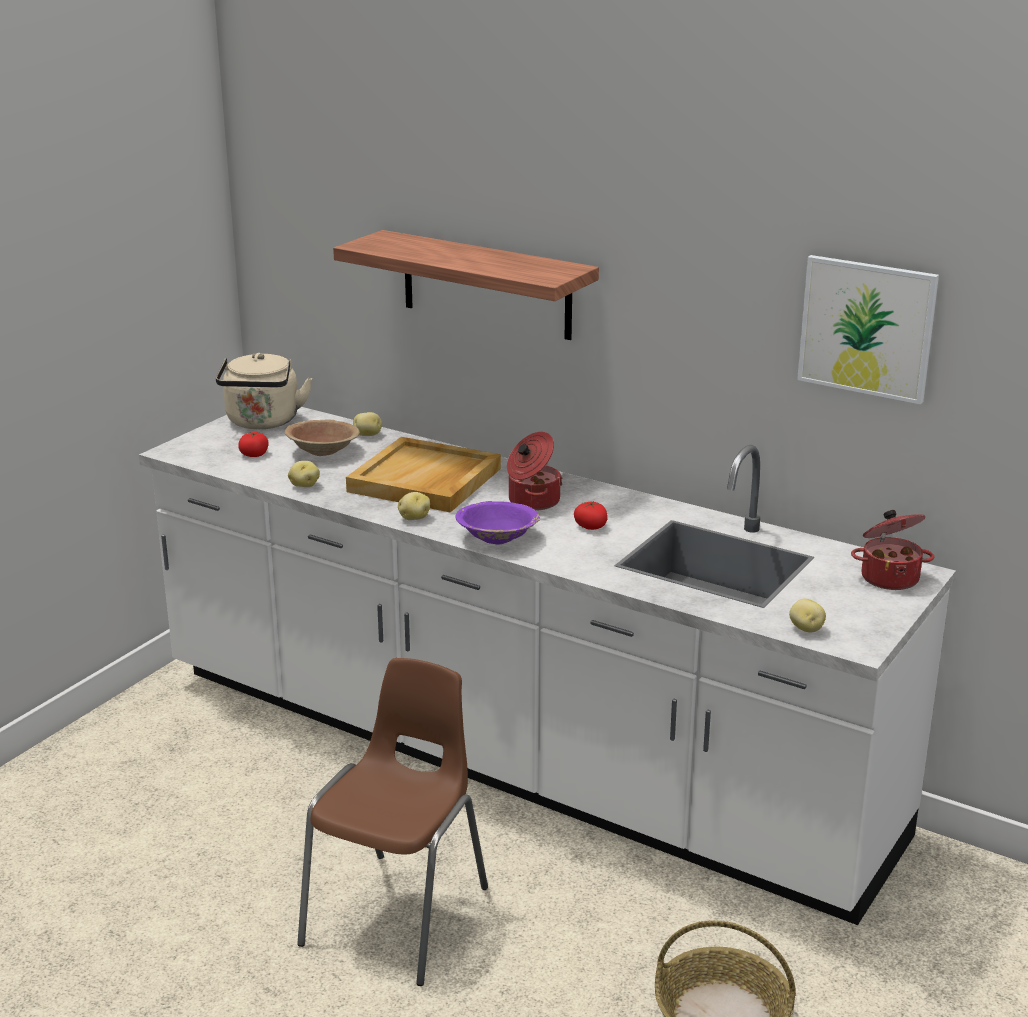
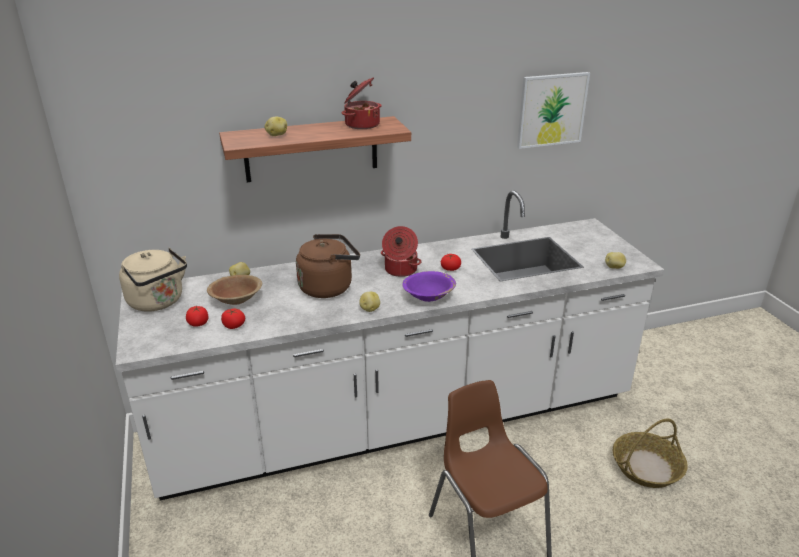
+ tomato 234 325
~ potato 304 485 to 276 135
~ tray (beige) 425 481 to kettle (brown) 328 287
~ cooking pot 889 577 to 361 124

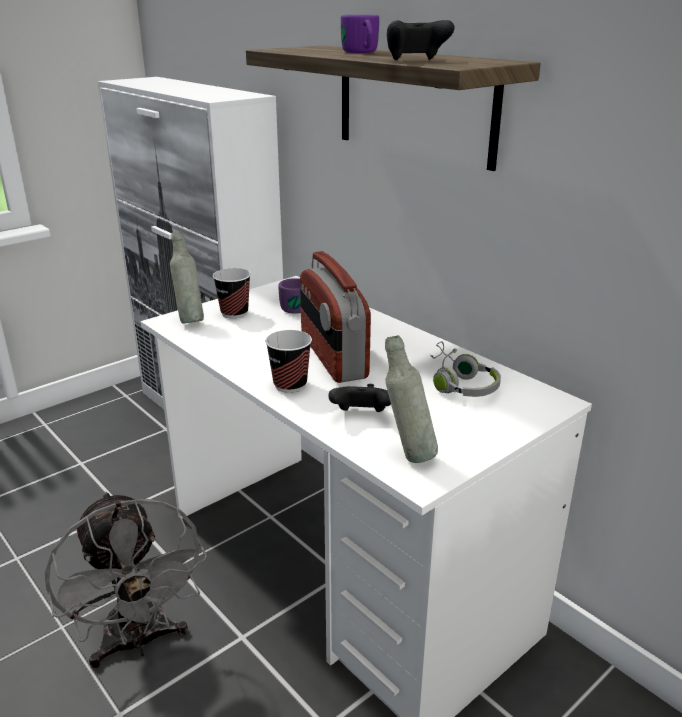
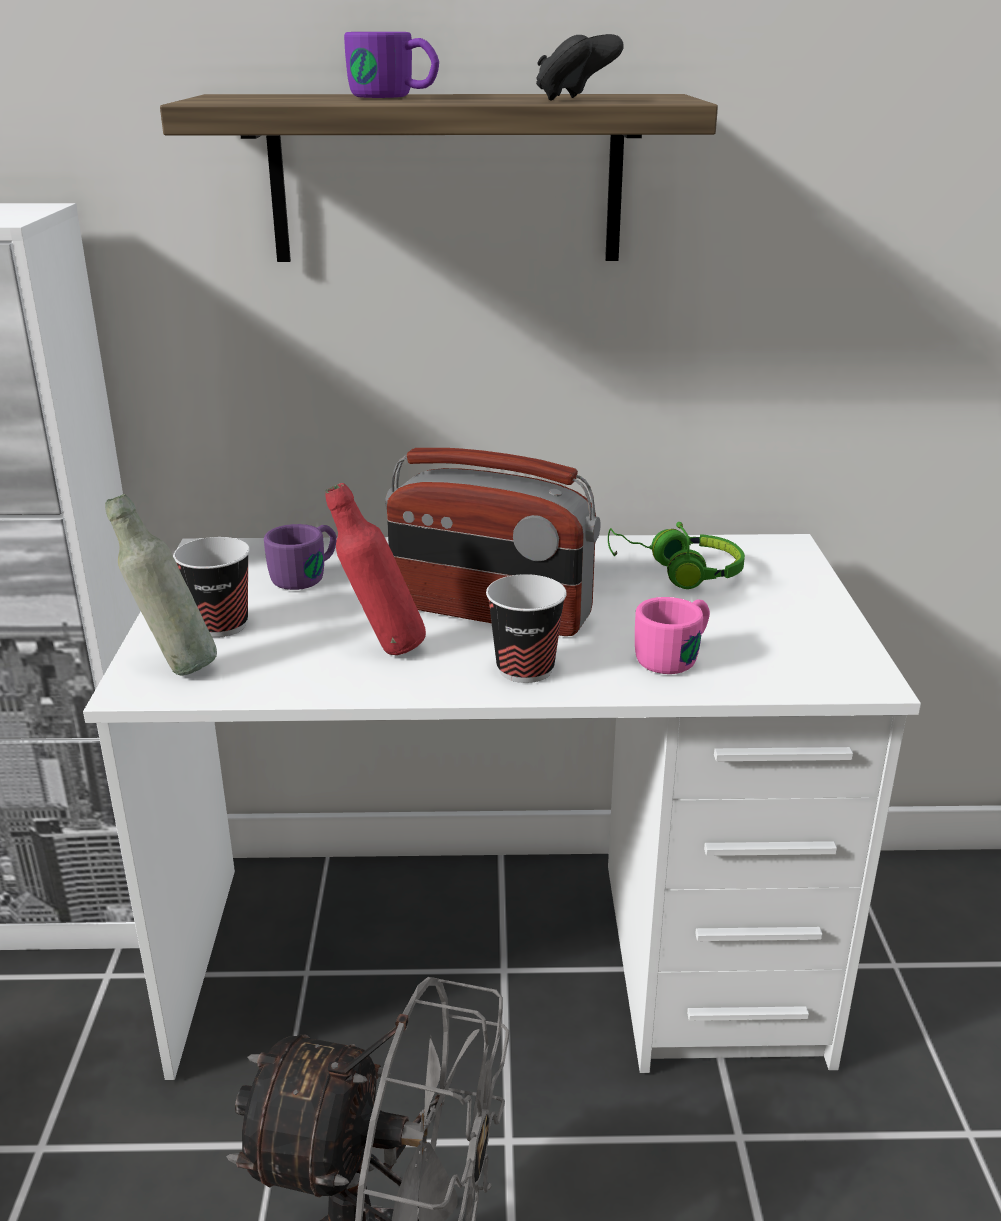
+ bottle (red) 381 650
~ headphones (grey) 459 383 to headphones (green) 677 572
~ game controller (black) 361 415 to mug (pink) 676 656
- bottle (grey) 408 454

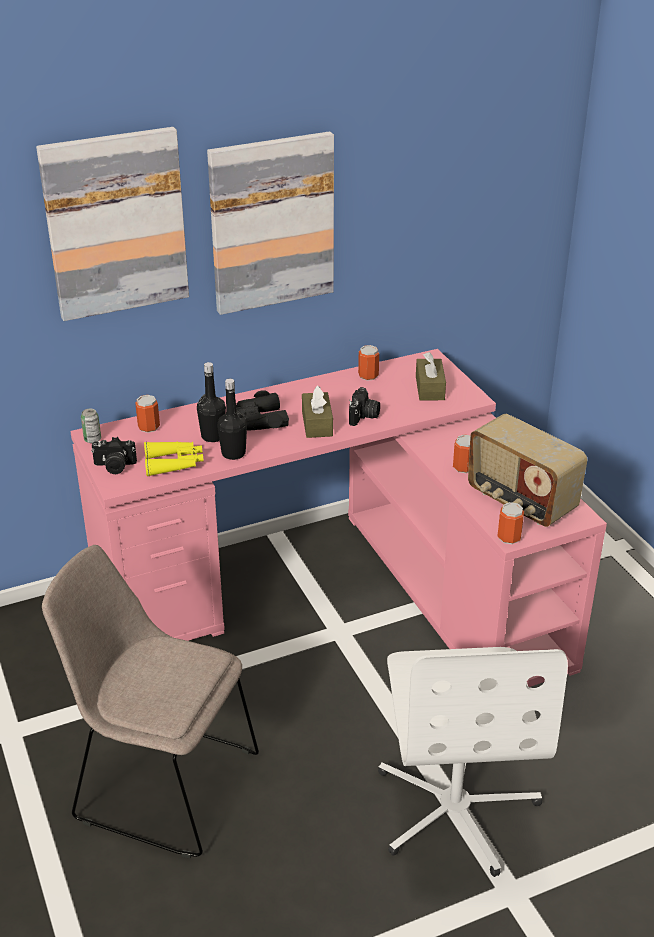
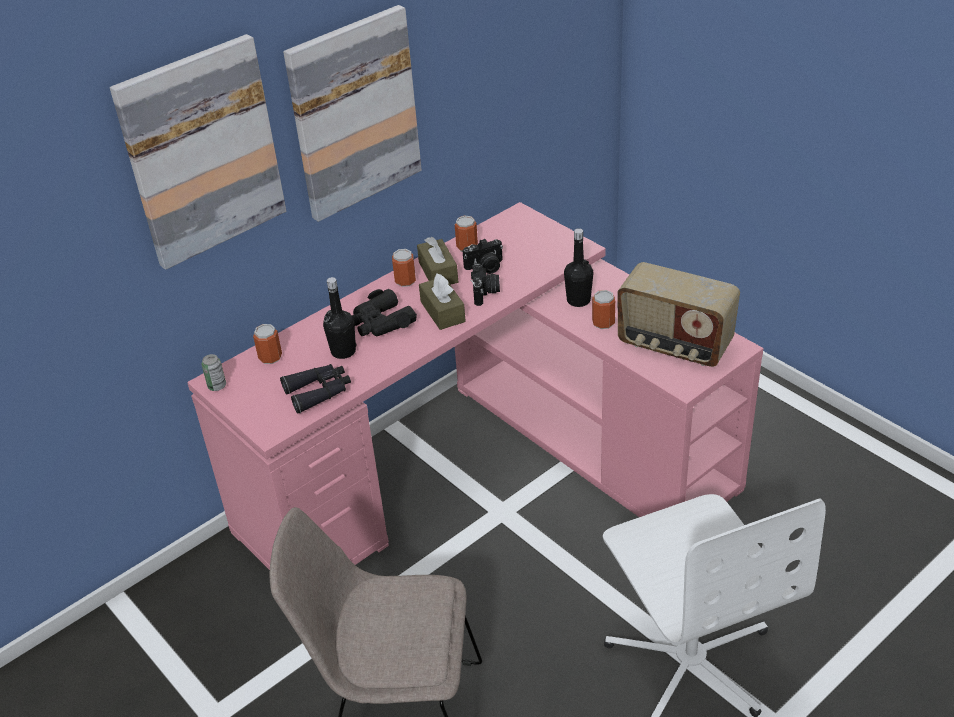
~ binoculars (yellow) 174 463 to binoculars (black) 319 392
~ can 509 537 to 405 281
~ tissue box (brown) 430 388 to 438 272
~ photo camera 114 467 to 485 267
~ bottle (black) 233 453 to 578 300

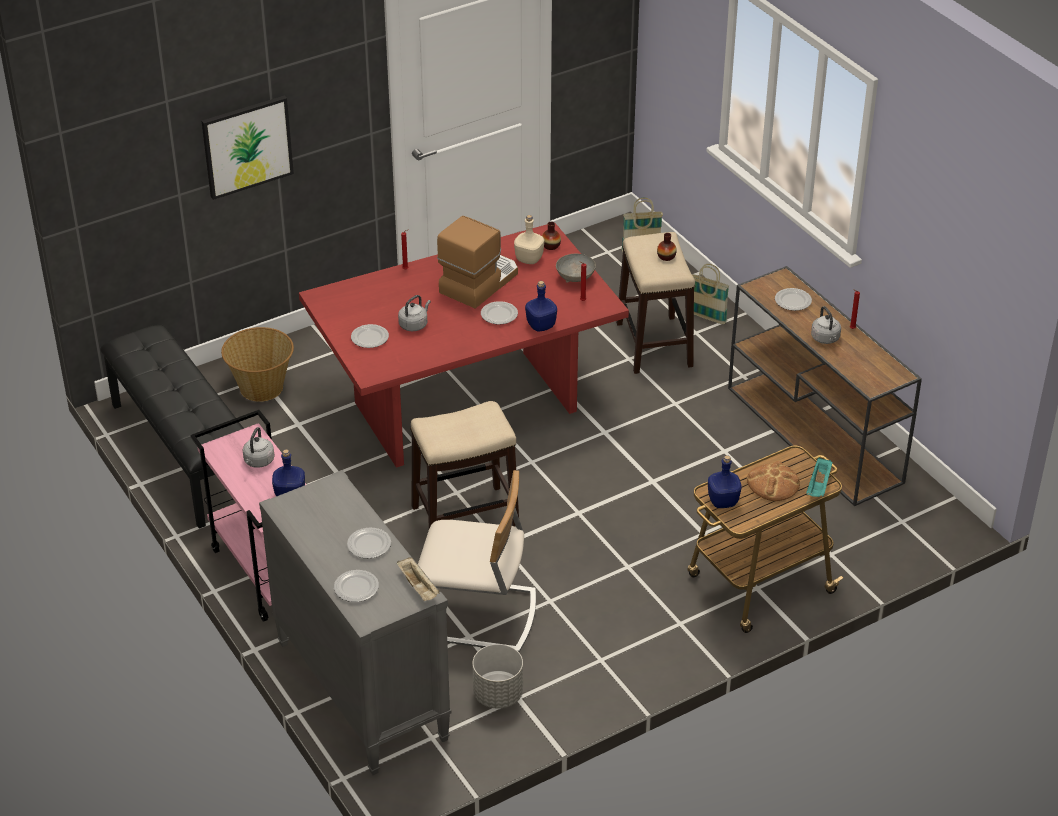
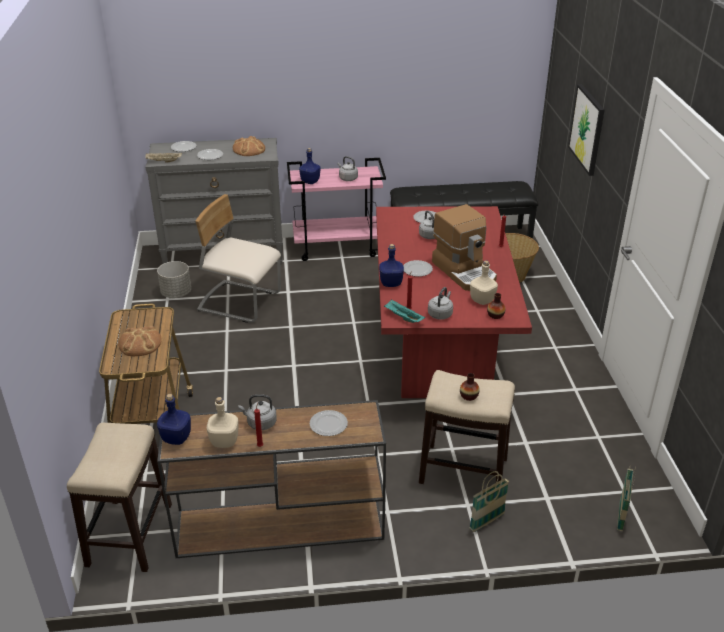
~ stool 464 517 to 130 534
~ bottle (blue) 723 502 to 176 438
~ chair (beige) 478 616 = 240 302 75 degrees clockwise
+ bottle (beige) 224 441
+ bread 249 149
~ tray (turquoise) 819 485 to 403 318
~ bowl (grey) 575 279 to kettle (grey) 440 314

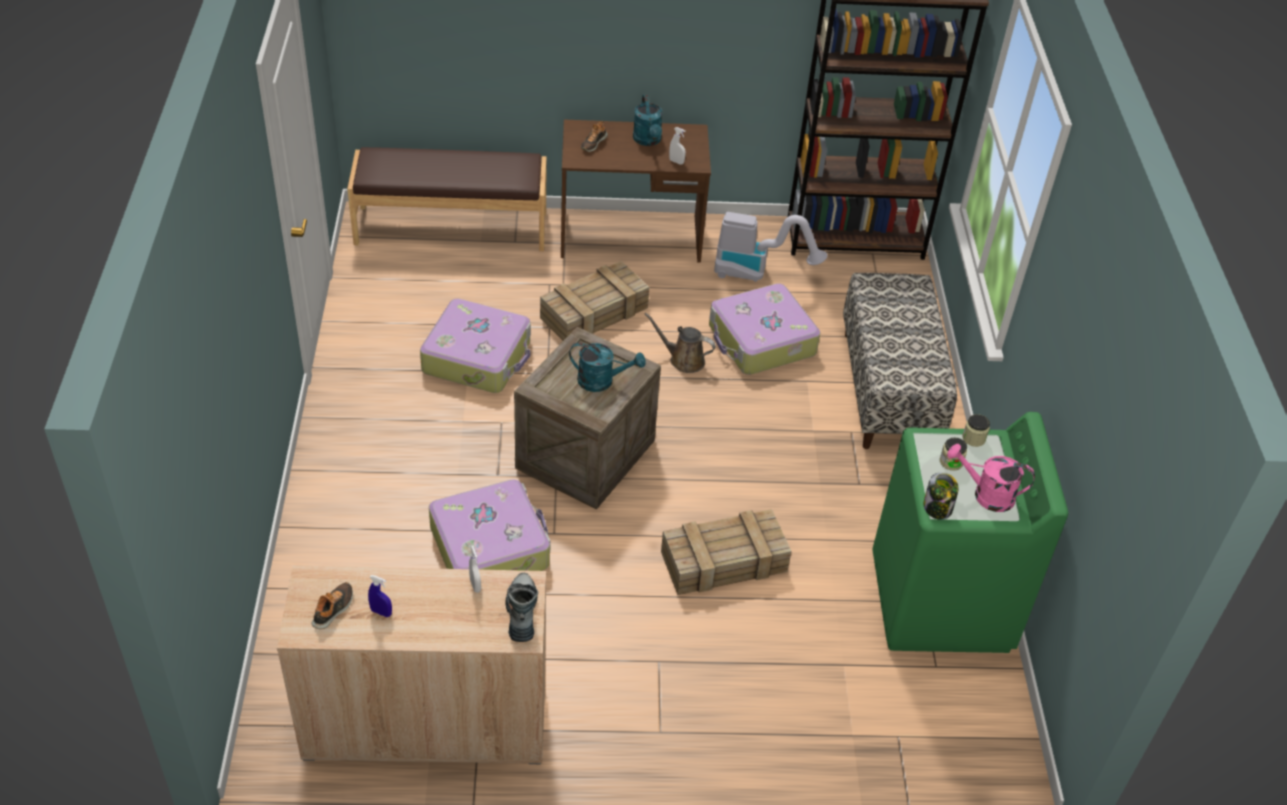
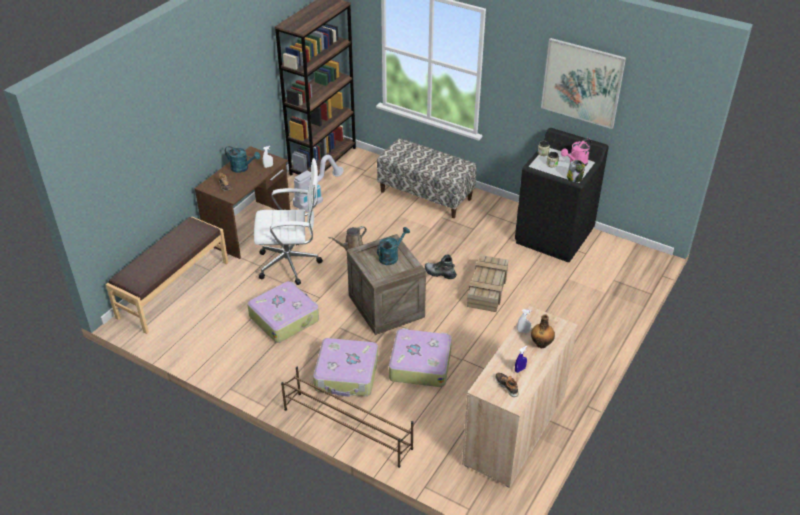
~ crate 593 313 to office chair (white) 292 264
+ shoe rack (brown) 347 428
~ suitcase 761 341 to 347 374
~ boot 521 613 to 440 273
~ washing machine (green) 941 603 to washing machine (black) 554 236
+ bottle 541 344
+ picture 582 83

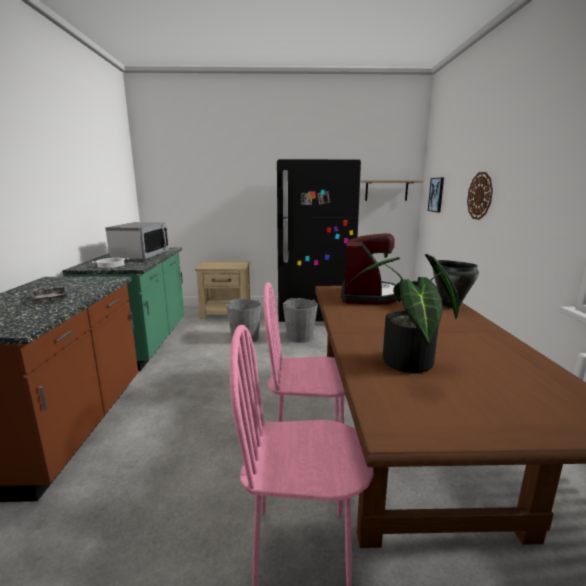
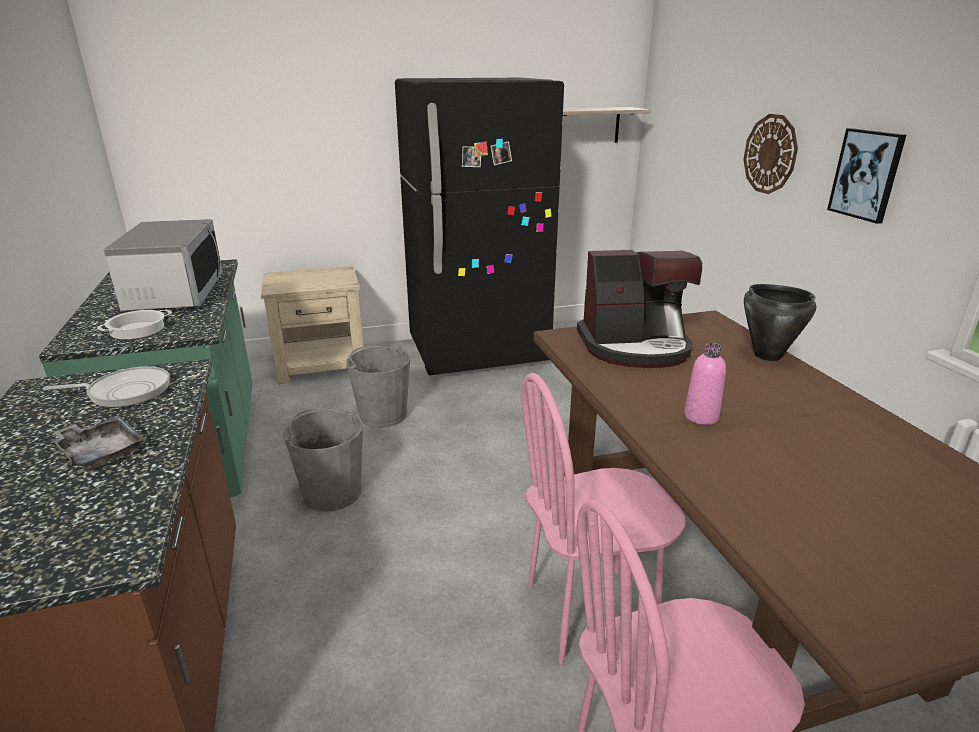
+ frying pan 125 392
~ bucket (grey) 300 337 to 332 492
~ coffee machine 368 295 = 635 347 90 degrees clockwise
+ bottle (pink) 701 416
~ picture 436 195 to 866 174
- potted plant 404 364

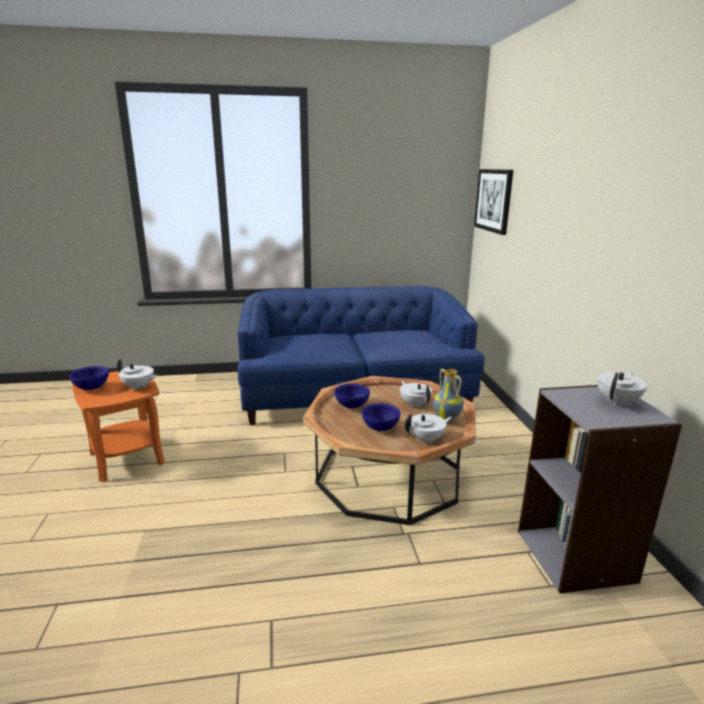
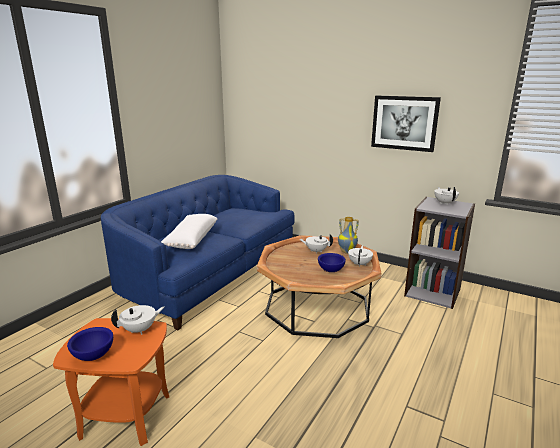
+ pillow (white) 191 239
~ picture 493 200 to 404 123
- bowl (blue) 352 406

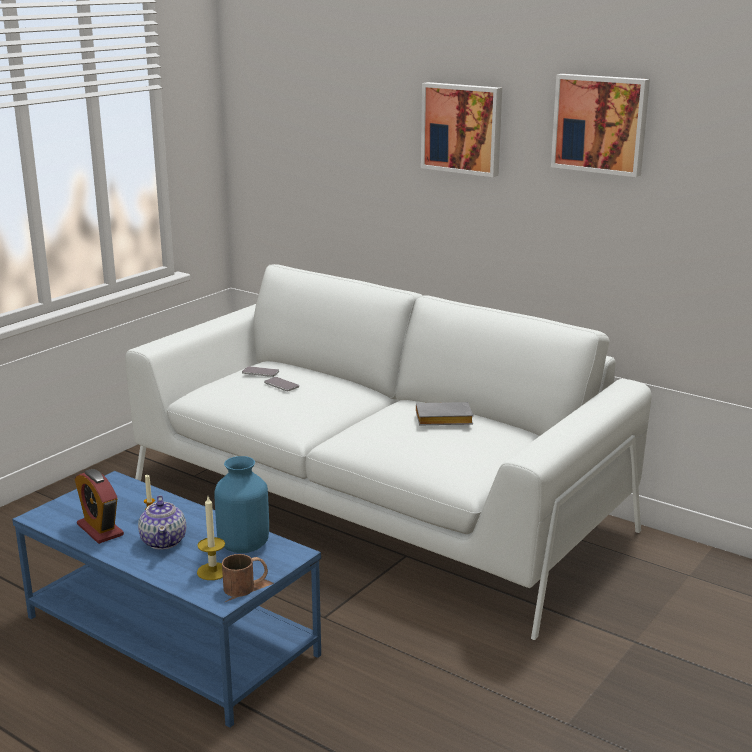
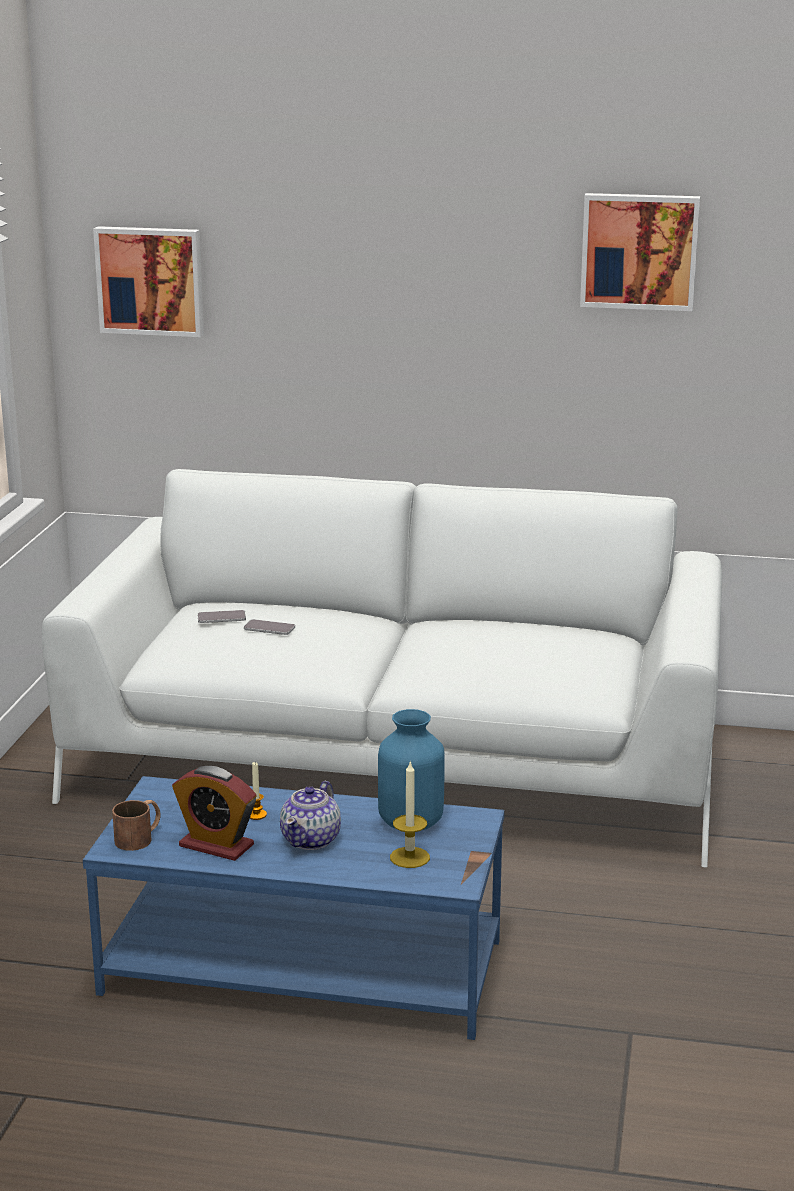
~ picture 463 128 to 151 280
~ mug (brown) 246 586 to 140 837
~ teapot 164 541 = 311 839 60 degrees clockwise
- book (grey) 442 420

